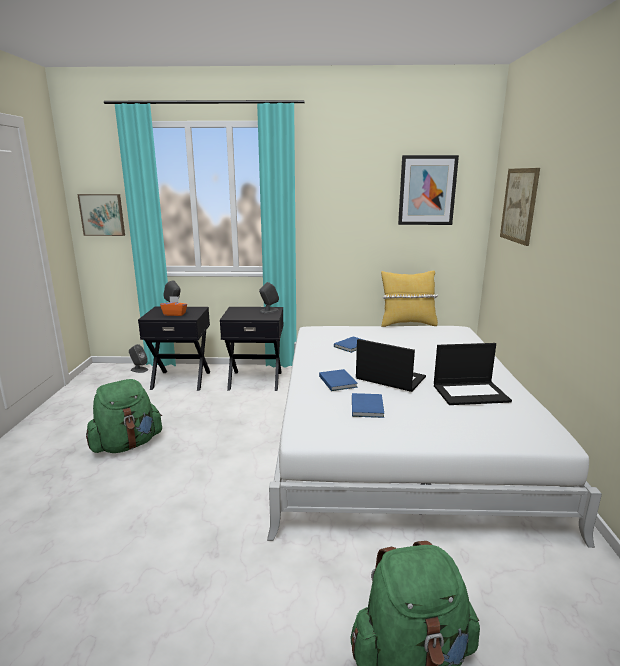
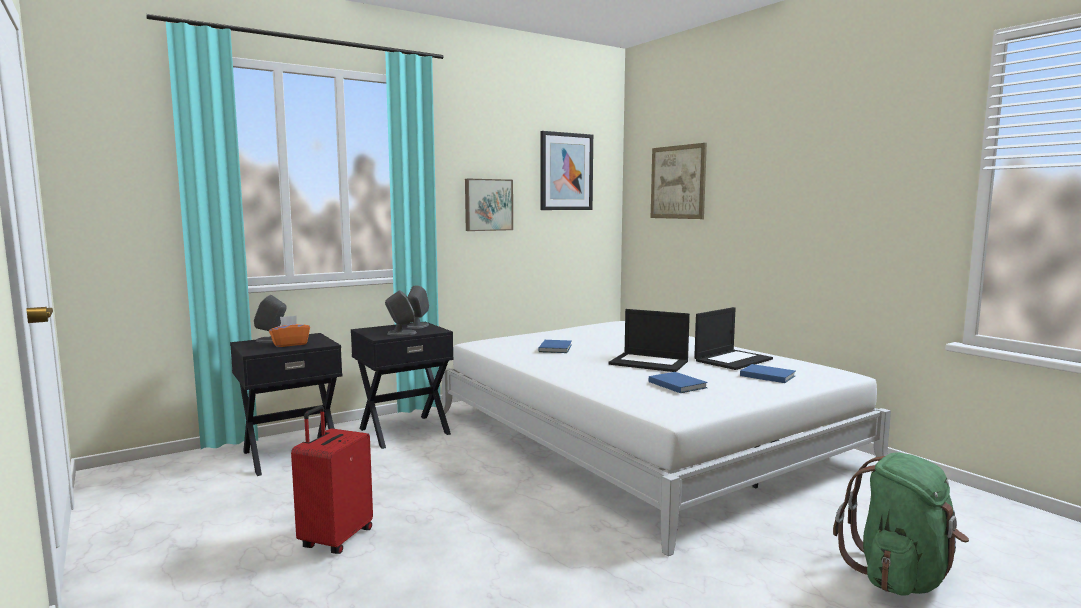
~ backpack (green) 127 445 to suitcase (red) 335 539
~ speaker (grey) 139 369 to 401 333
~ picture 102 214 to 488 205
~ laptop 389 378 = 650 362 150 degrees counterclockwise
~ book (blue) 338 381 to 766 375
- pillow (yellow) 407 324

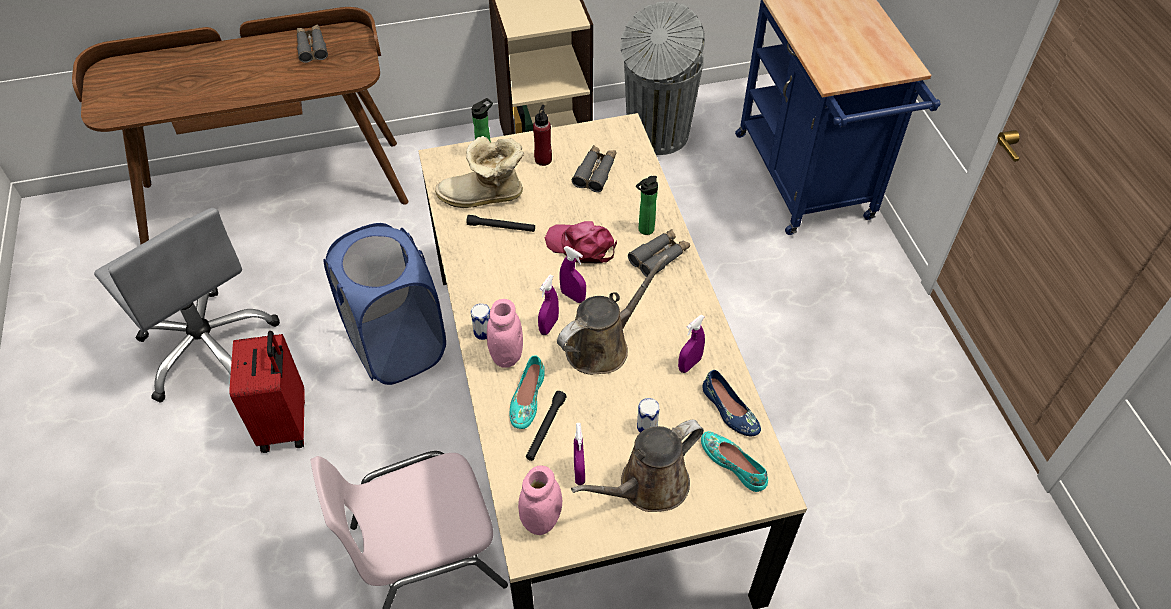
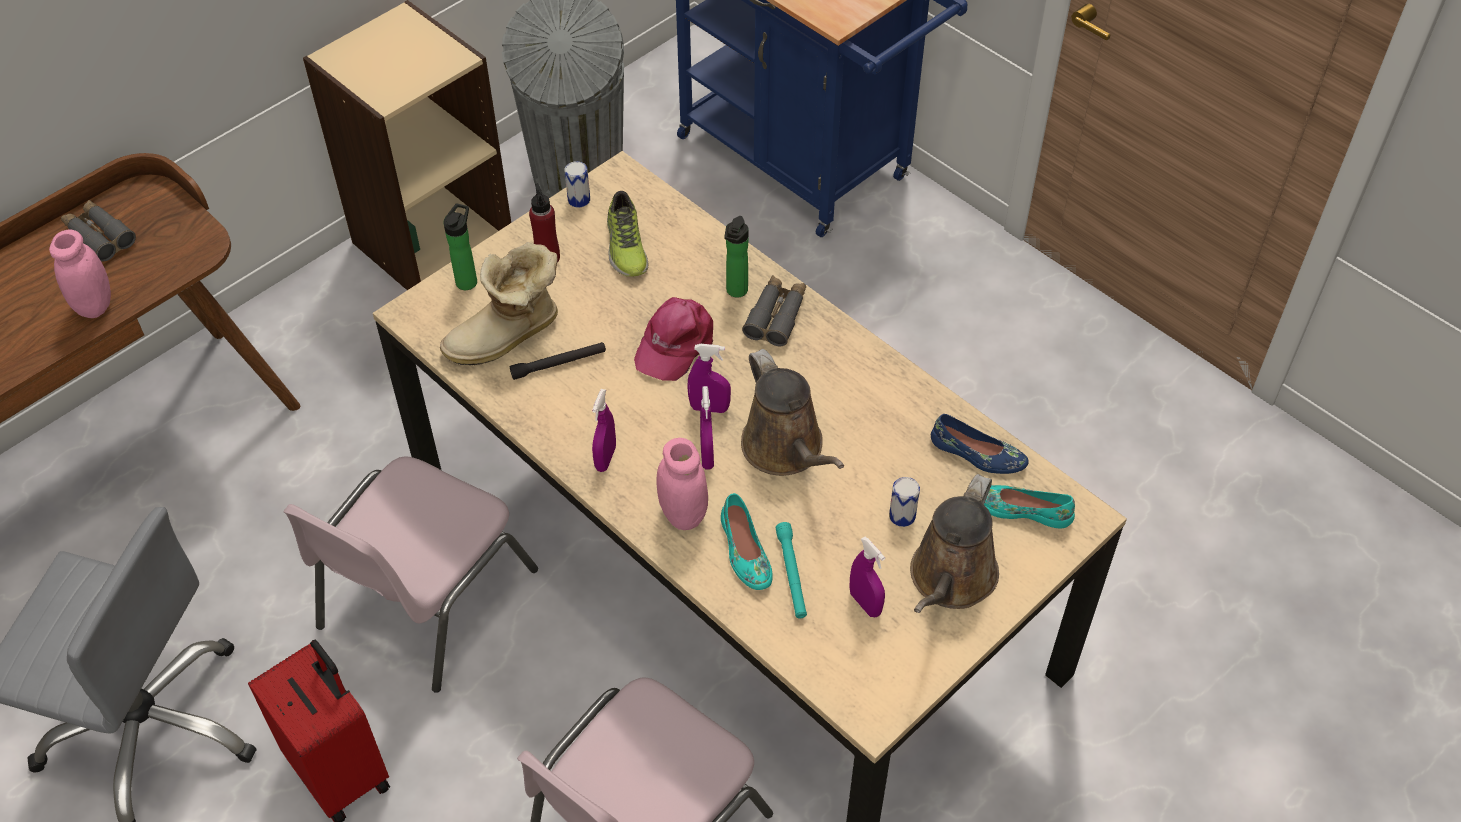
~ jar (pink) 541 520 to 95 305
~ laundry basket (blue) 396 346 to chair (pink) 423 599
~ can 483 332 to 579 199
~ spray bottle (purple) 689 364 to 605 458
~ binoculars (grey) 595 172 to shoe 625 246
~ cap (pink) 581 246 = 675 343 60 degrees counterclockwise
~ watering can (brown) 602 346 = 786 449 135 degrees clockwise
~ flashlight (black) 545 428 to flashlight (turquoise) 791 574

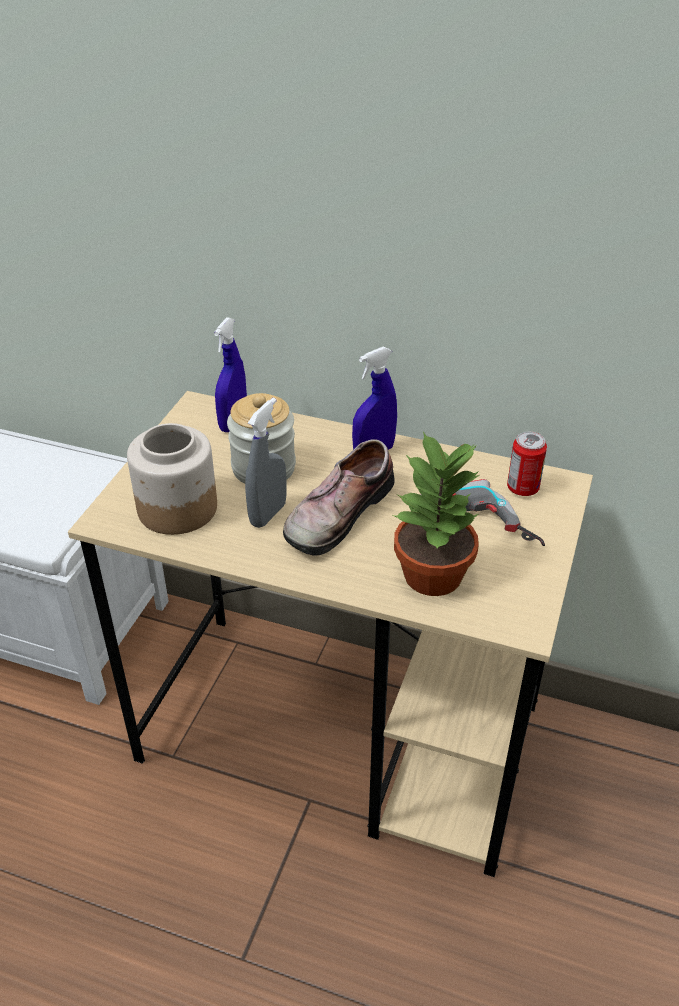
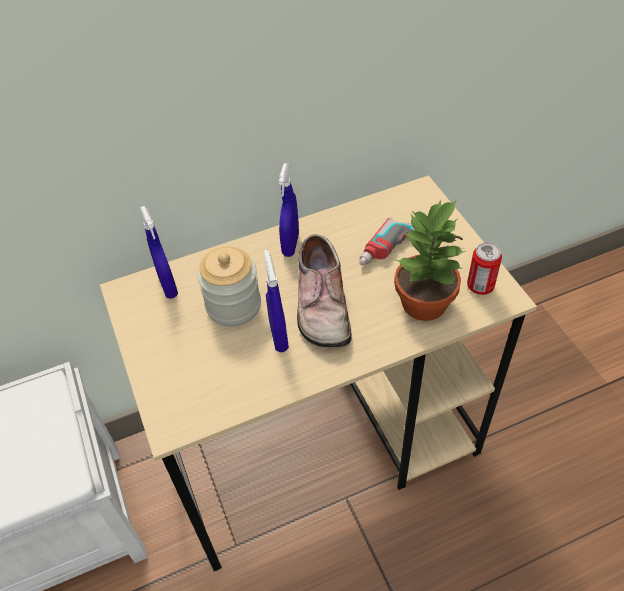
~ spray bottle (grey) 268 514 to spray bottle (blue) 279 336
~ can 522 488 to 480 286
- jar 176 509

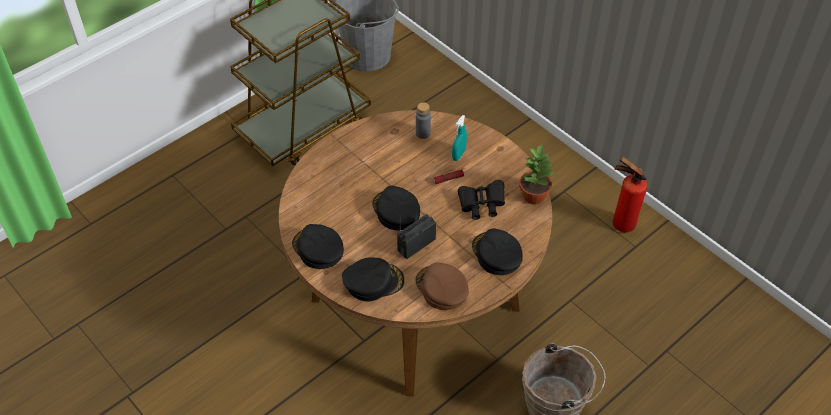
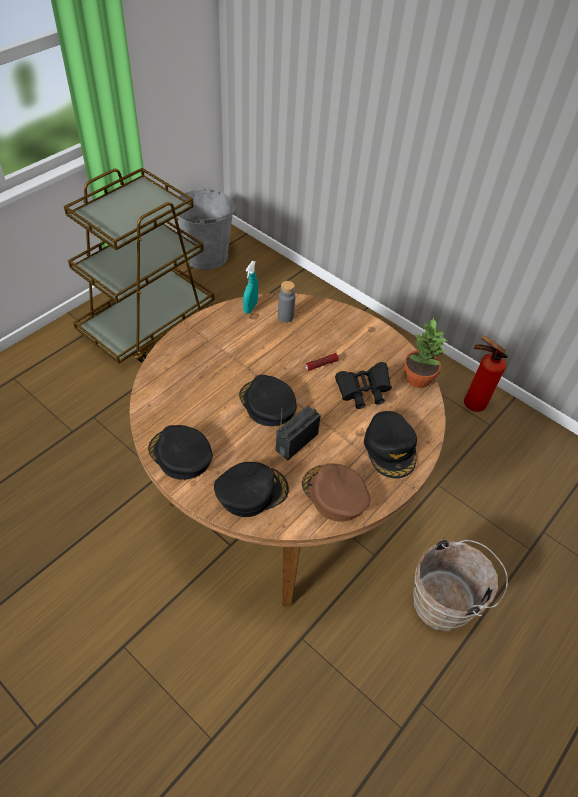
~ spray bottle (turquoise) 458 155 to 250 308
~ cap (black) 496 254 = 390 448 150 degrees counterclockwise

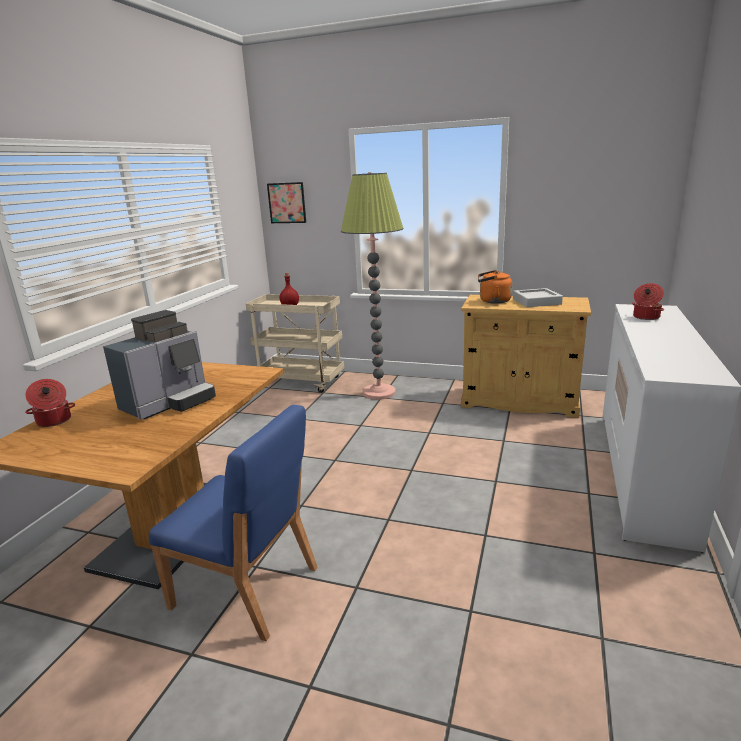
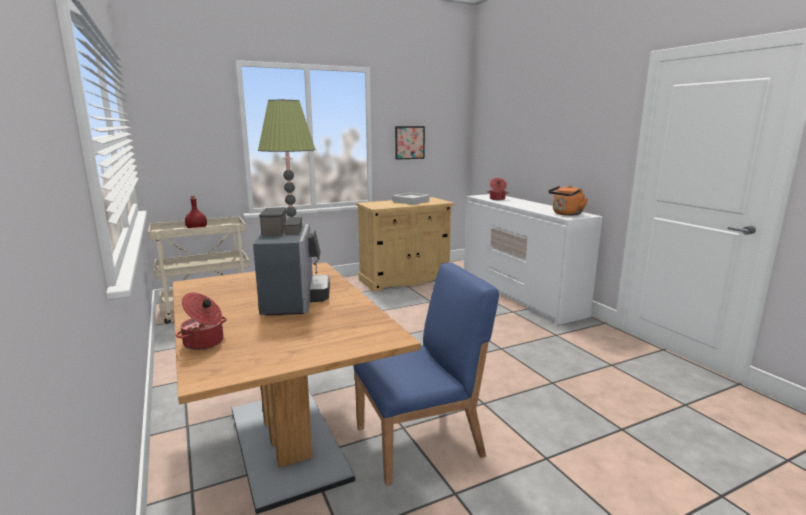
~ picture 287 203 to 409 142
~ kettle (orange) 492 301 to 566 214

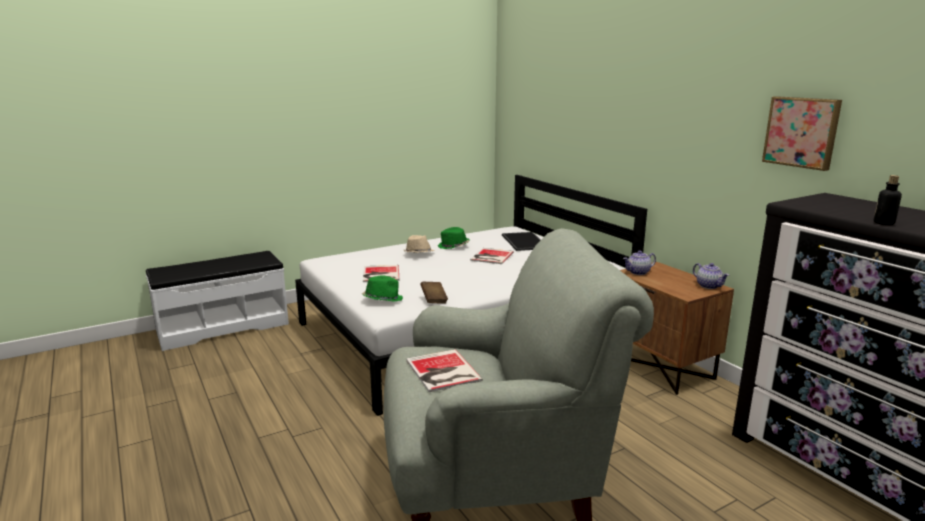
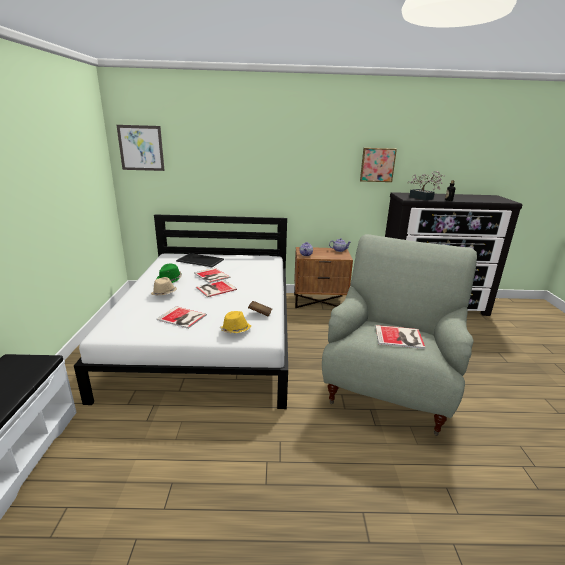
+ picture 141 148
+ book 215 288
~ hat (green) 382 299 to hat (yellow) 235 330
+ potted plant 423 198

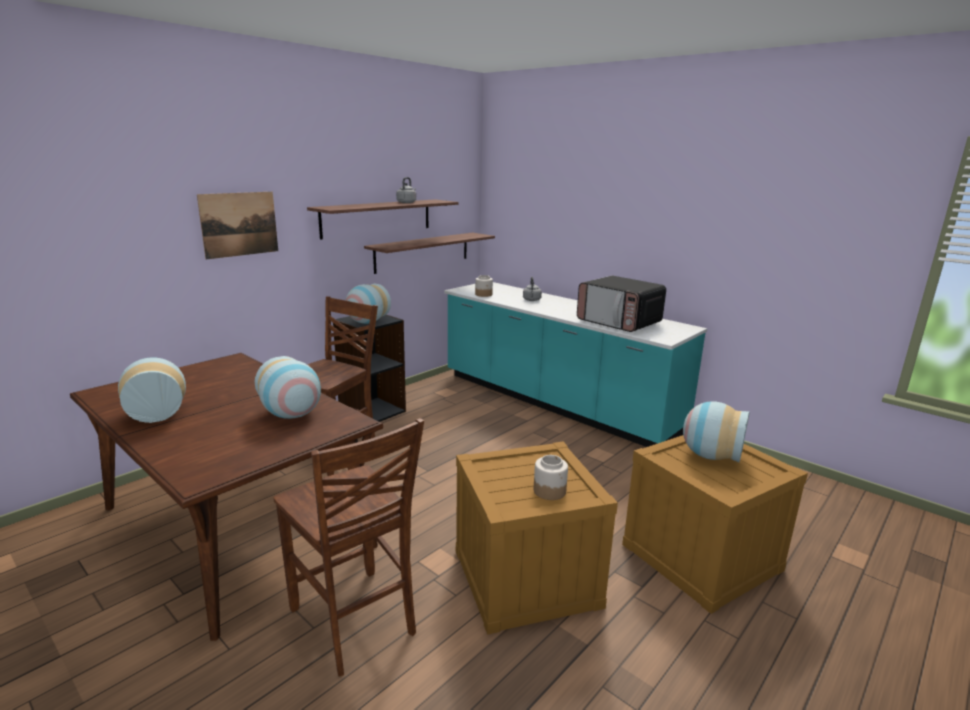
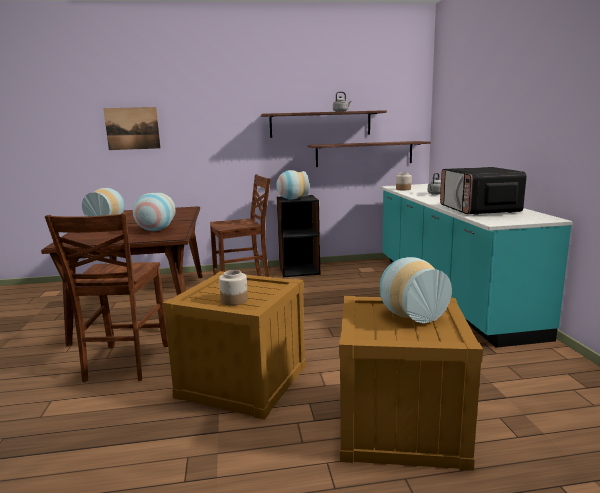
~ picture 239 224 to 132 128

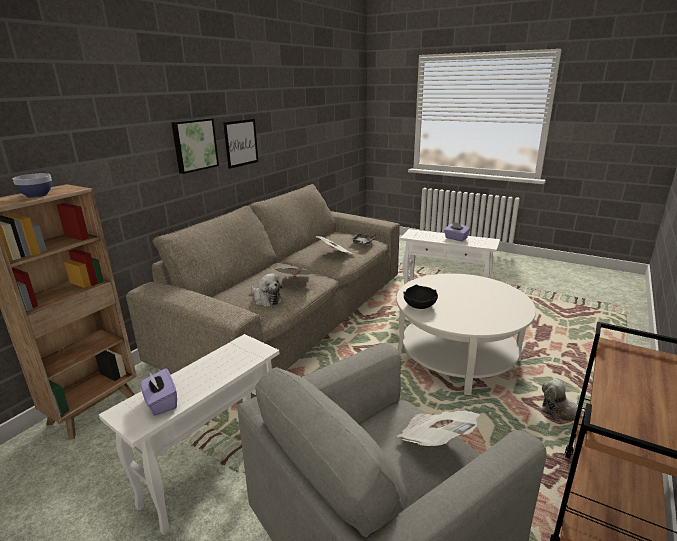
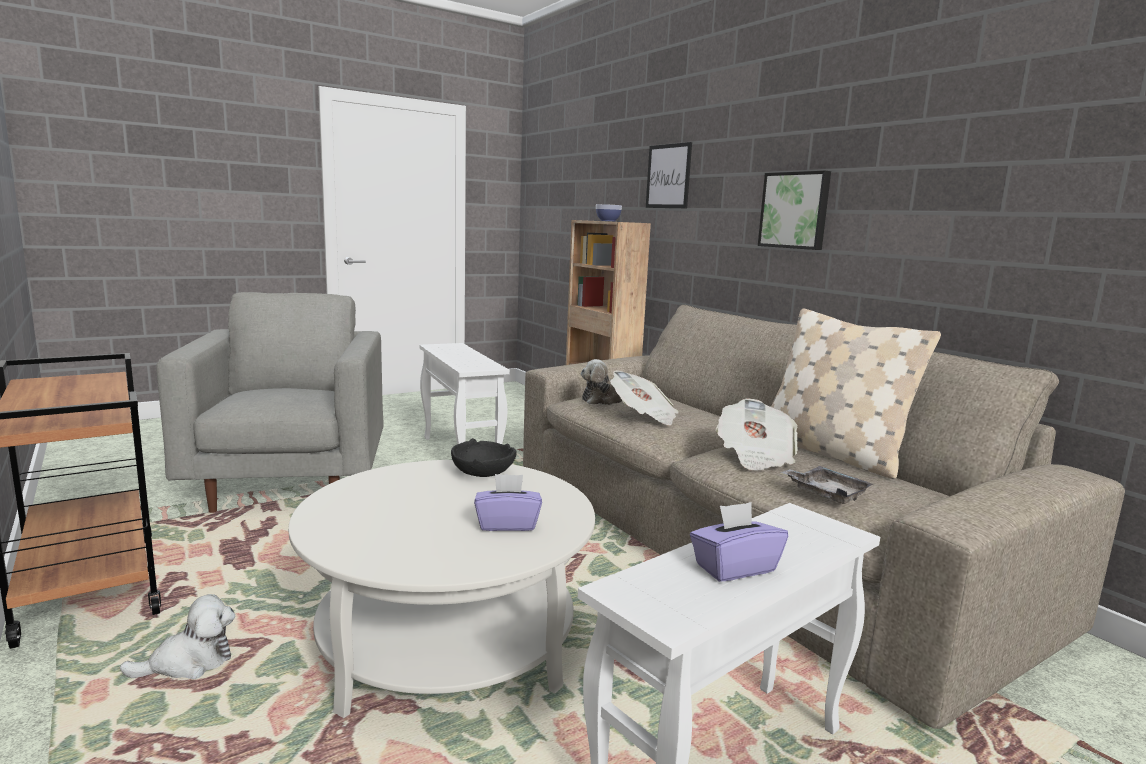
~ tissue box (purple) 161 403 to 507 524
~ picture 241 143 to 668 176
+ pillow (beige) 831 453
- newspaper 435 441

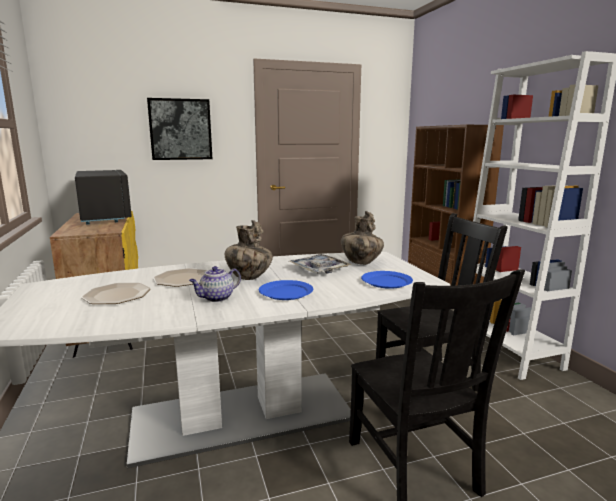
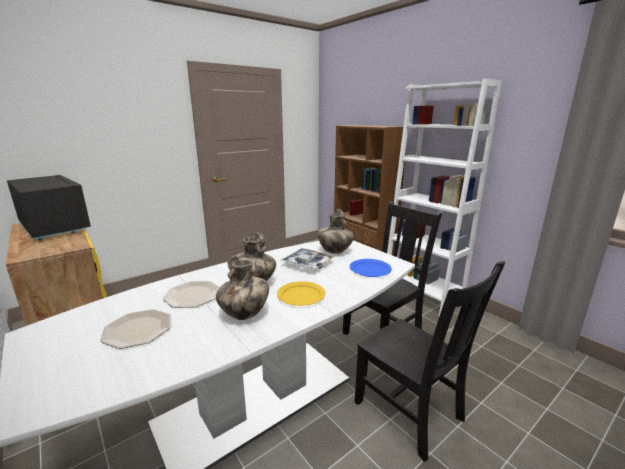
~ teapot 216 298 to vase 244 314
~ plate (blue) 286 292 to plate (yellow) 301 295
- picture 180 129

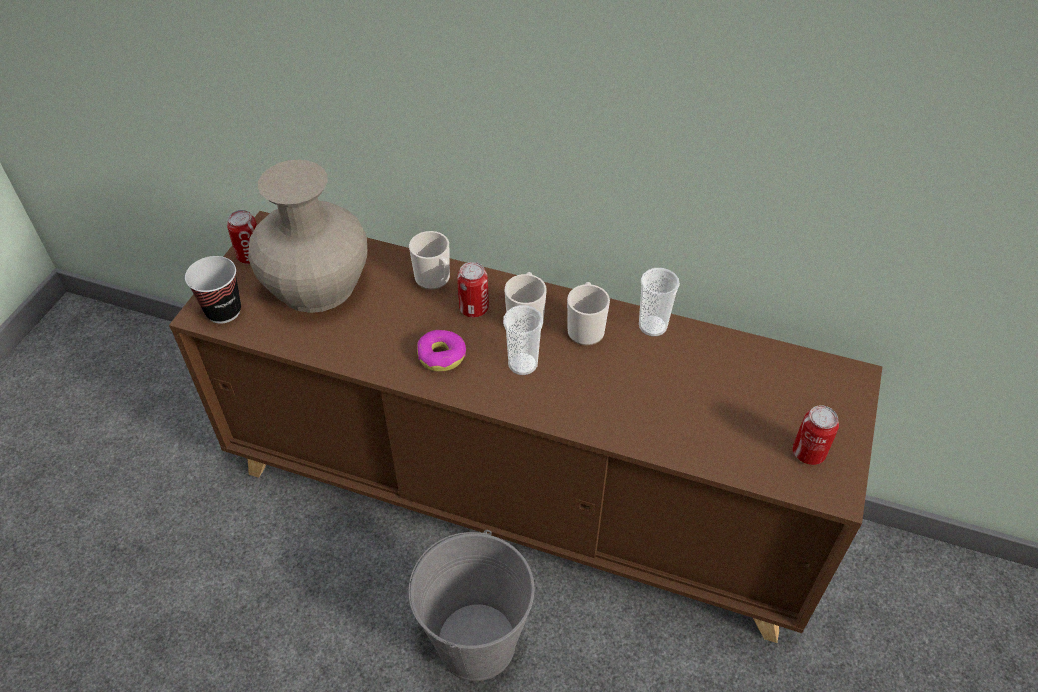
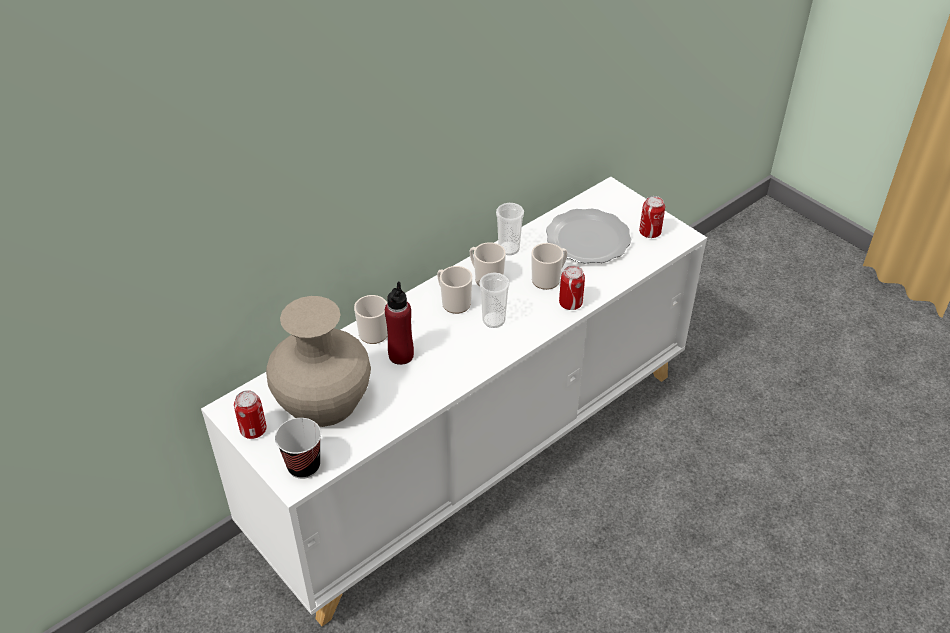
~ cabinet (brown) 520 497 to cabinet (white) 476 454
+ bottle (red) 401 355
+ mug 548 279
+ plate 586 239
~ can 474 308 to 570 303
- bucket (grey) 477 642
- donut 441 356

